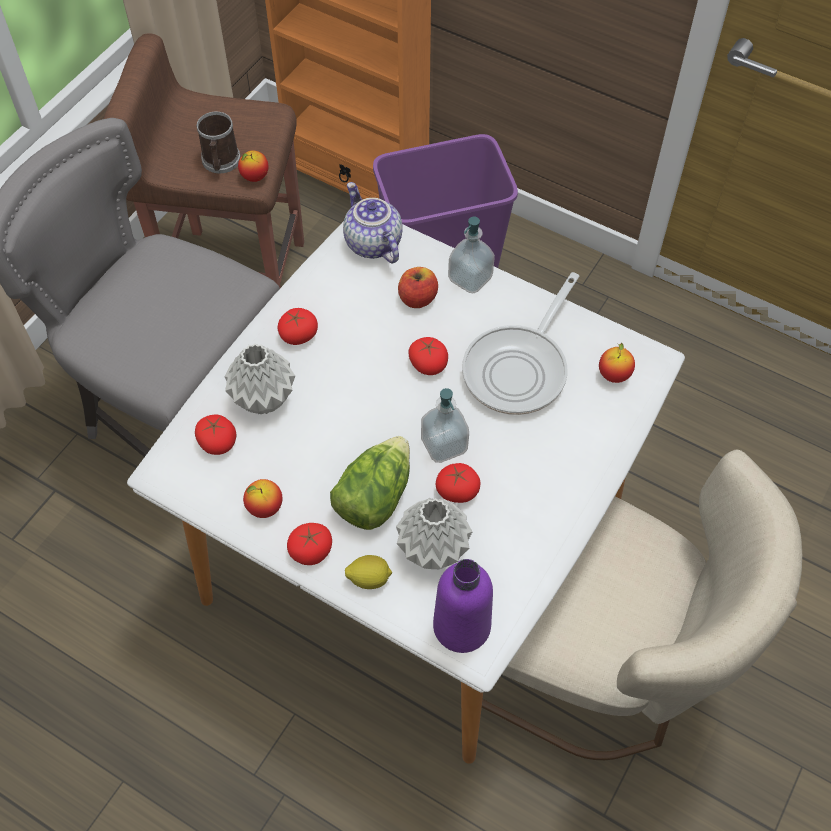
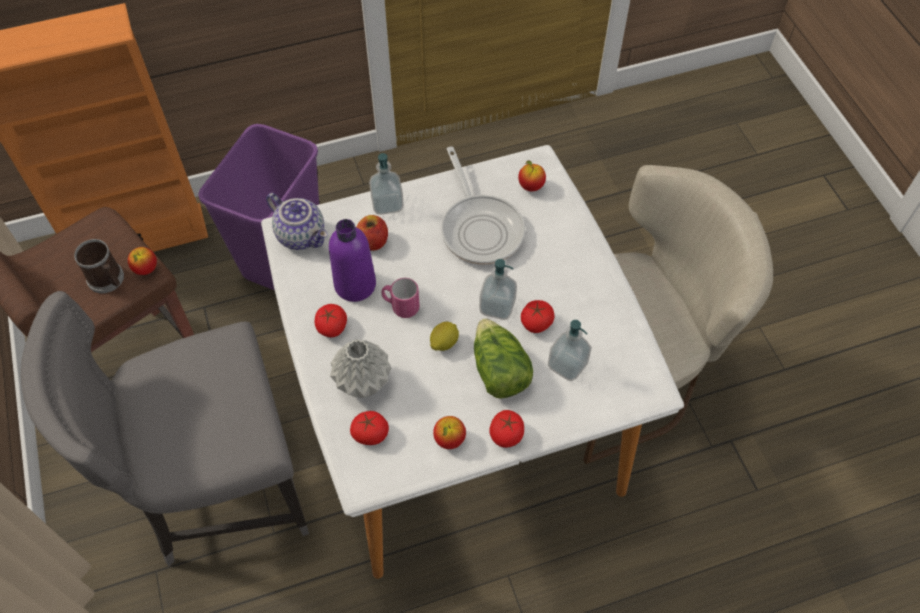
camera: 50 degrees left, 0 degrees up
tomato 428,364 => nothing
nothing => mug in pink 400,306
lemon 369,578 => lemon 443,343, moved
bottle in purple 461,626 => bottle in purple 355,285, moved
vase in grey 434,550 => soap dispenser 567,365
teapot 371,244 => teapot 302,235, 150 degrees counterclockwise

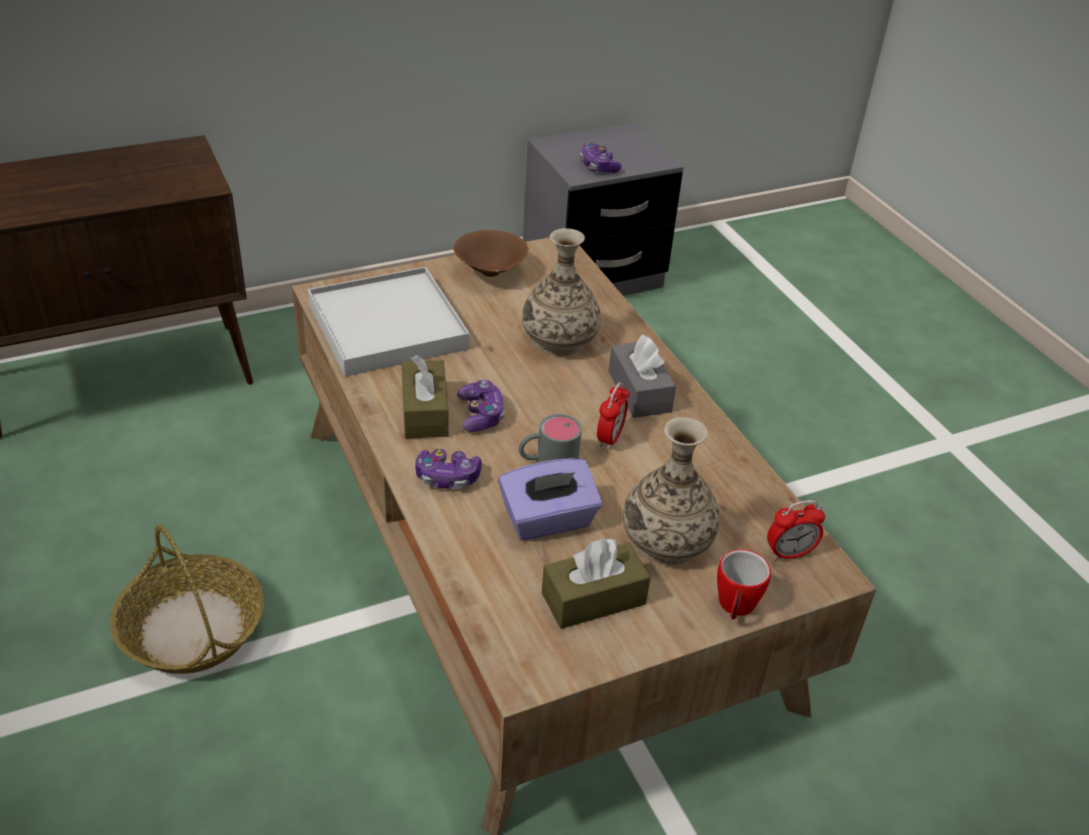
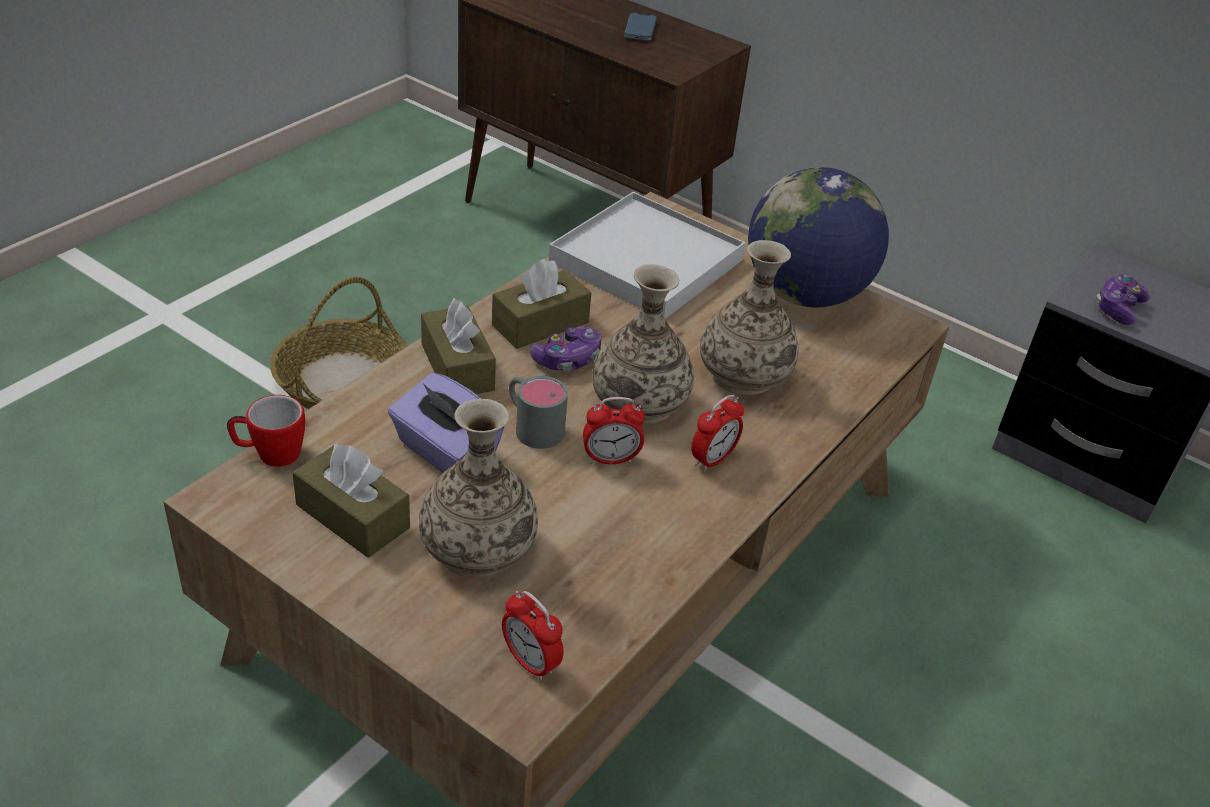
camera: 60 degrees right, 0 degrees up
nothing => vase 640,402
nothing => phone 640,30
mug 735,608 => mug 270,454, moved
game controller 447,477 => tissue box in brown 457,367
bowl in brown 490,273 => globe 805,295
tissue box in grey 639,391 => alarm clock 712,459

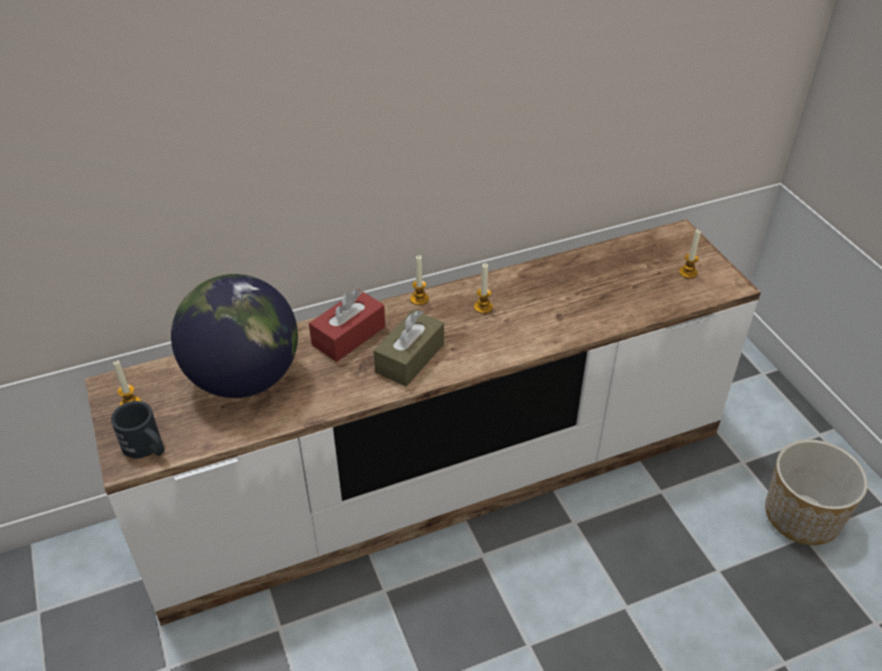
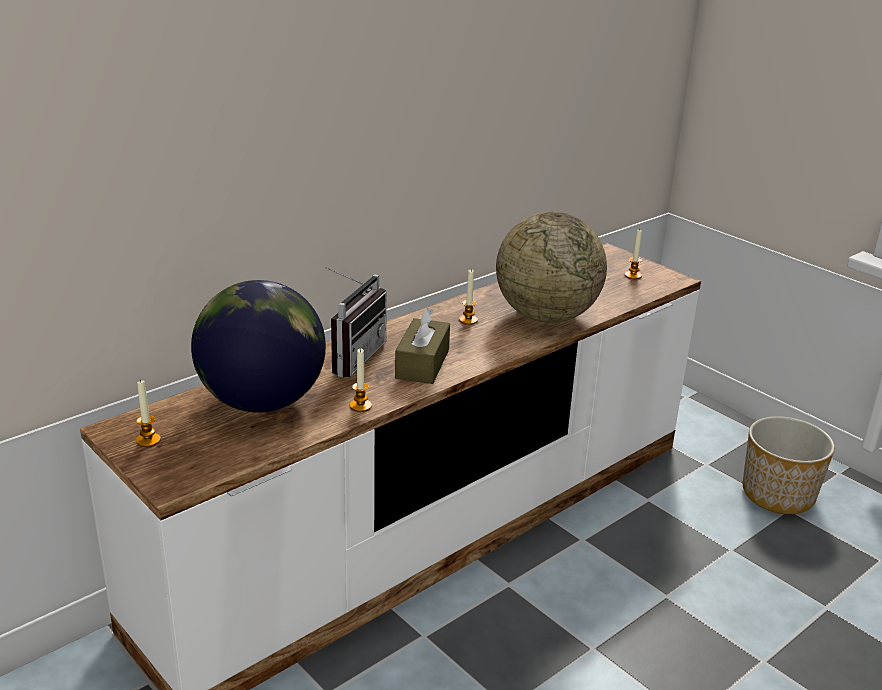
camera: 20 degrees left, 15 degrees down
mug in black 147,447 => nothing
nothing => globe 546,316
candle 419,299 => candle 360,406, moved
tissue box in red 348,336 => radio 351,356

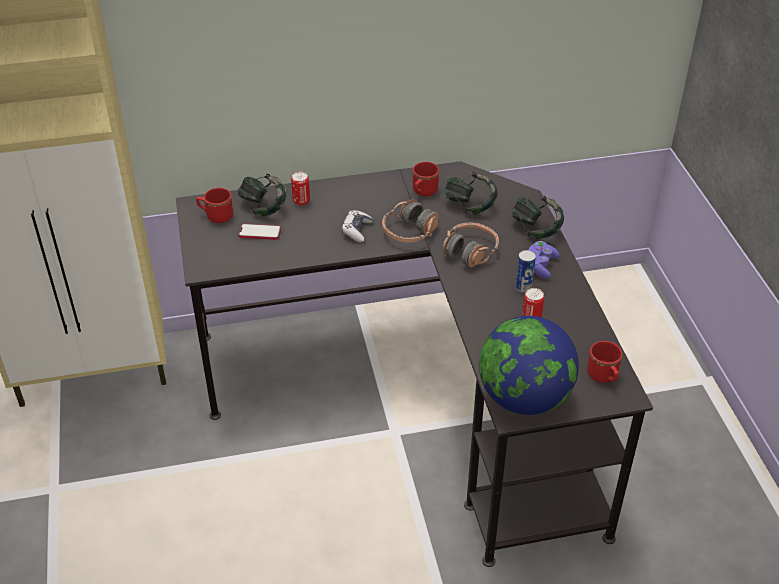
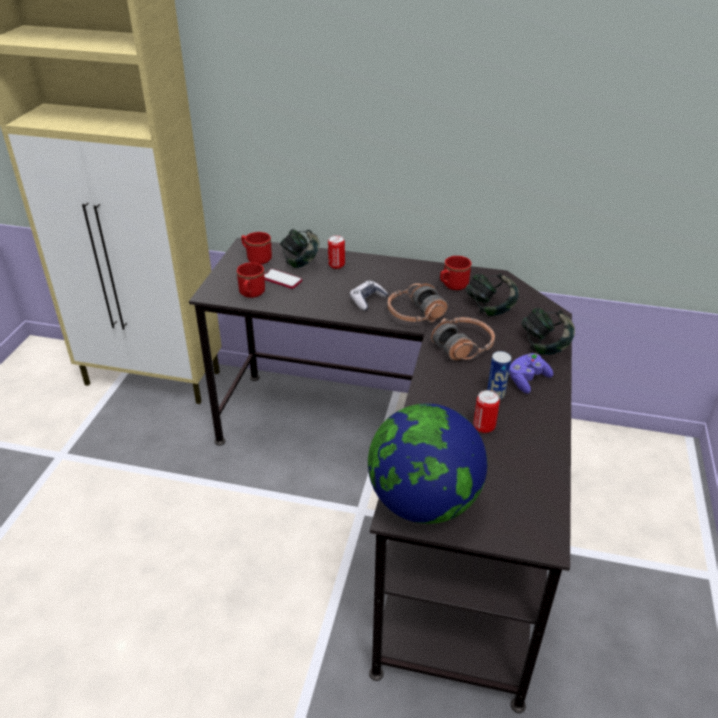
camera: 25 degrees right, 5 degrees down
mug in red 604,377 => mug in red 251,294, moved

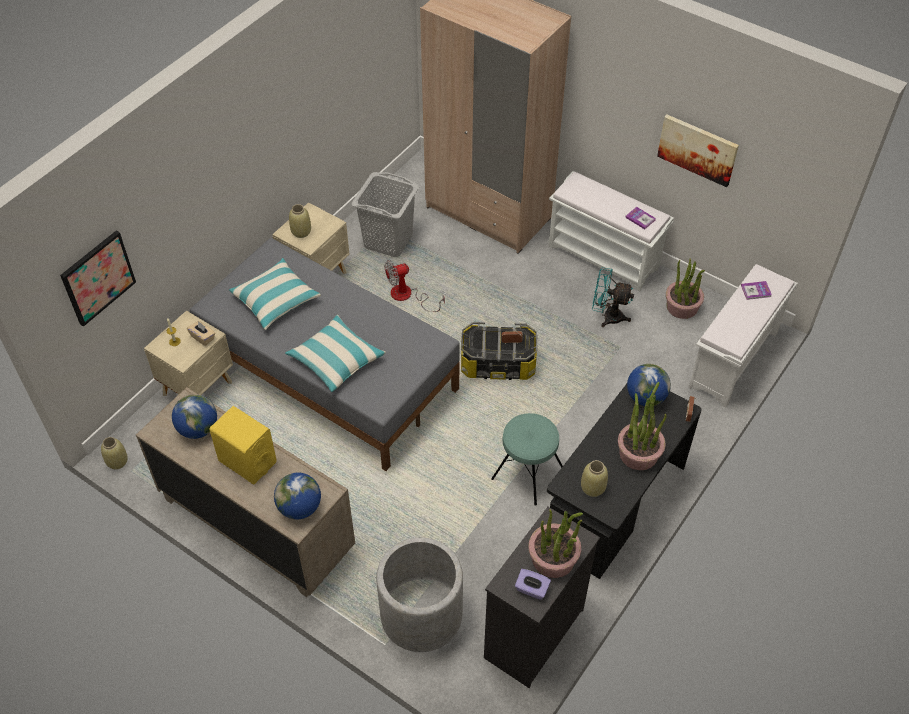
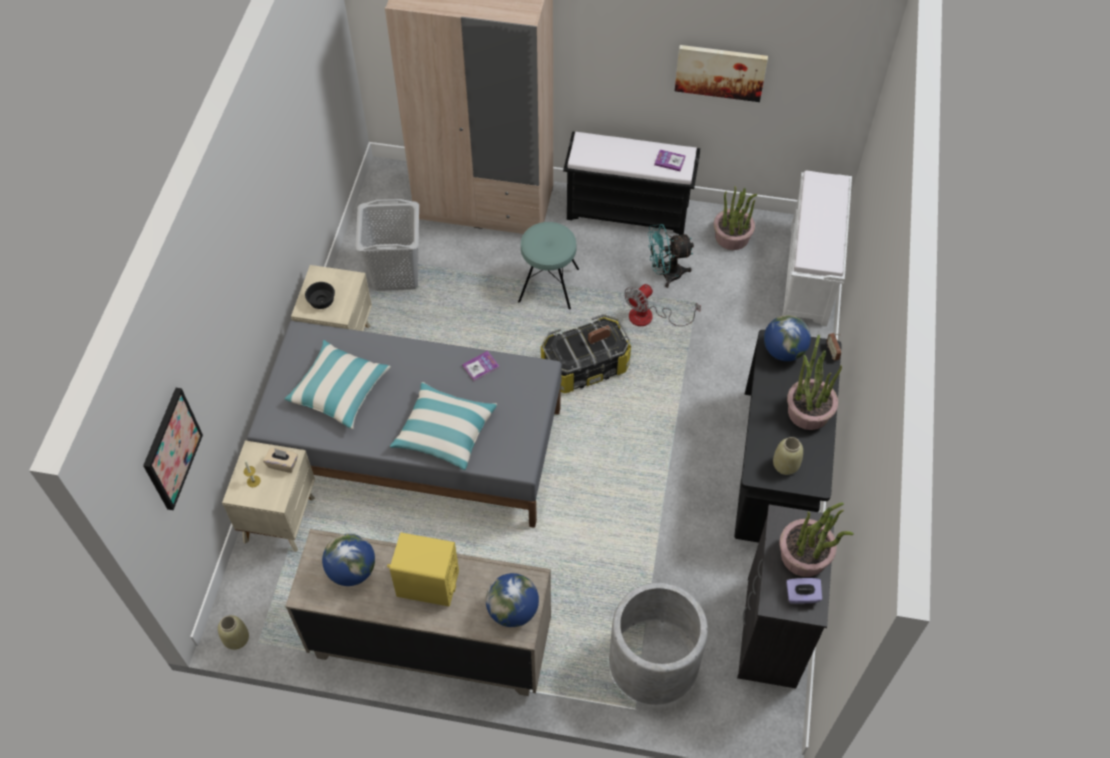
camera: 25 degrees left, 5 degrees up
fan 408,296 => fan 650,317, moved
stool in turquoise 527,473 => stool in turquoise 549,285, moved
book 756,291 => book 480,366, moved
vase in beige 301,232 => bowl in black 322,302
bench in white 604,257 => bench in black 629,211

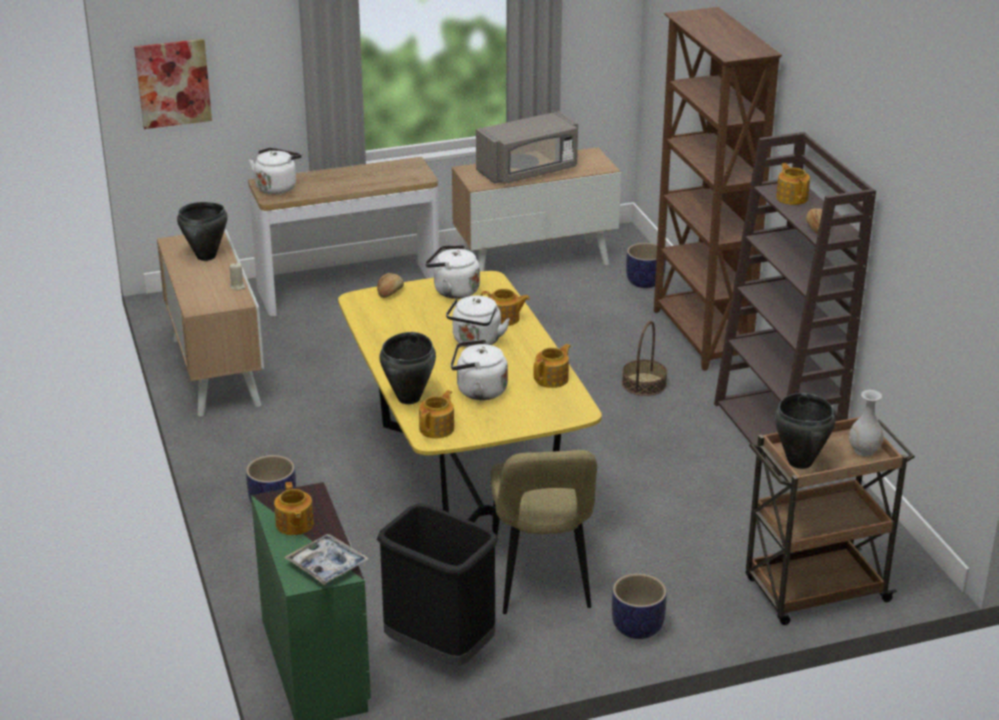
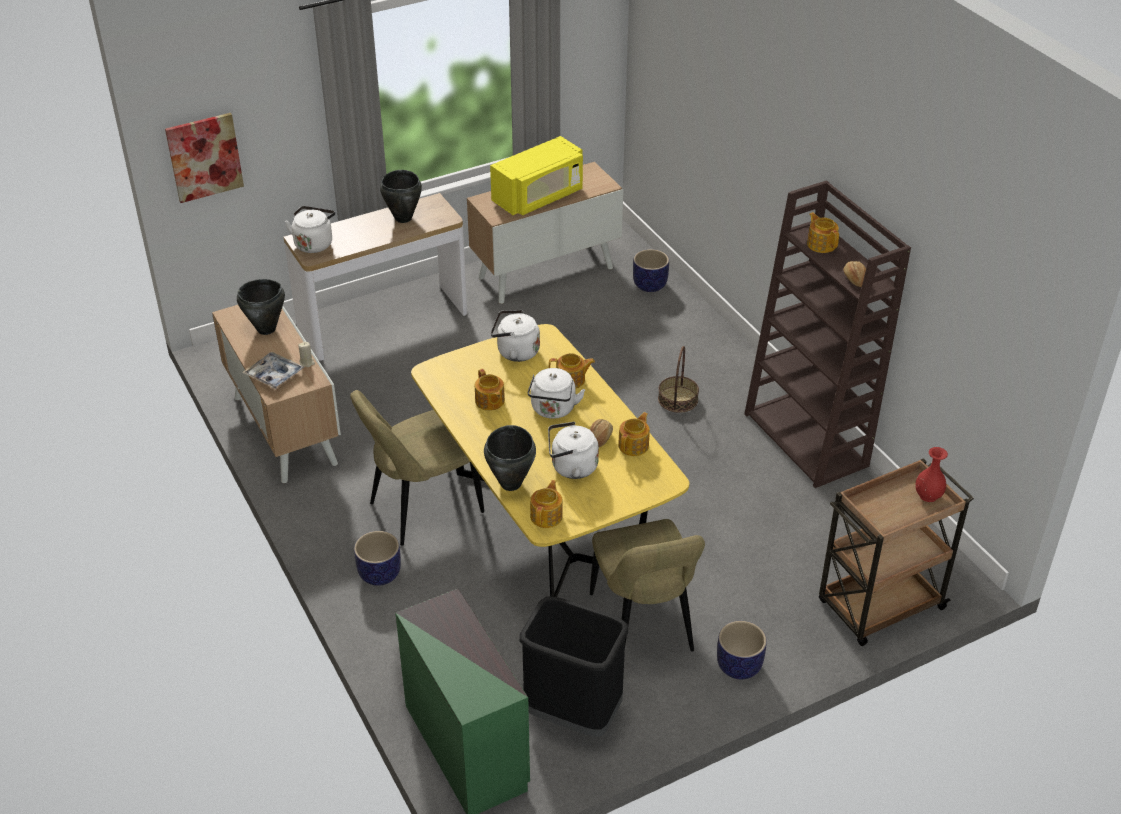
camera: 10 degrees left, 10 degrees up
bookcase in brown 700,336 => nothing
nothing => chair in beige 421,509
teapot 294,525 => teapot 489,401, moved
tray 327,565 => tray 274,375, moved
bread 390,292 => bread 600,438, moved
cooking pot in black 799,462 => cooking pot in black 403,218, moved
microwave in grey 528,171 => microwave in yellow 539,197
vase in white 864,450 => vase in red 928,495

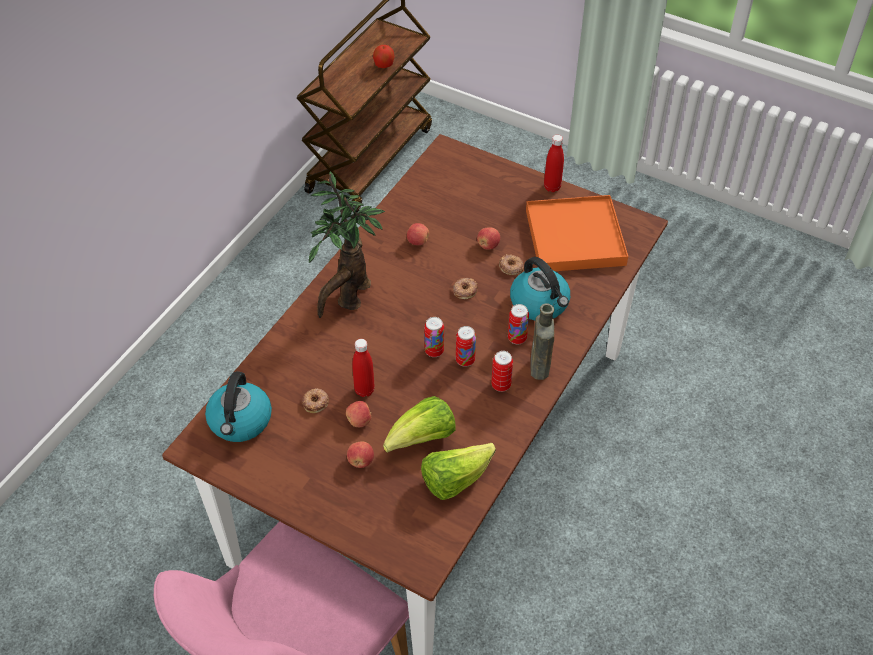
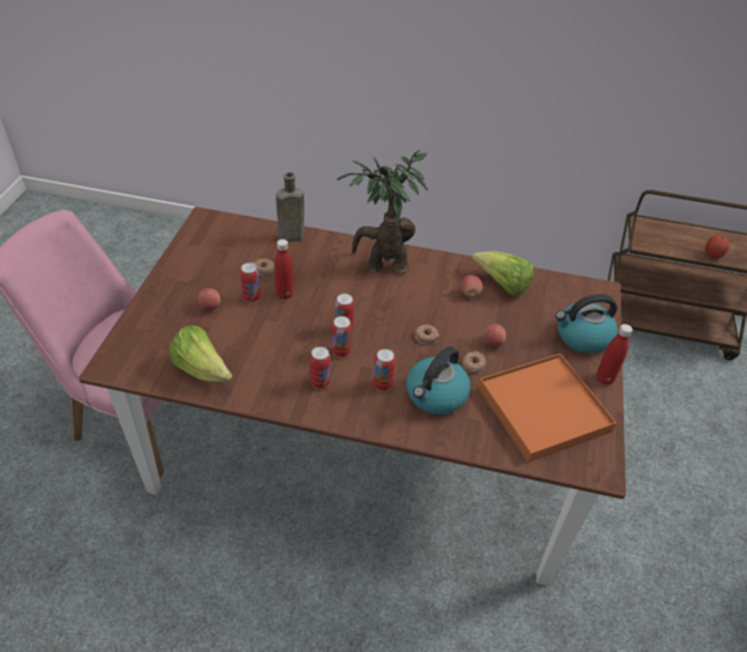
camera: 70 degrees right, 5 degrees down
kettle 240,421 => kettle 582,337, moved
lettuce 422,439 => lettuce 502,285, moved
bottle in brown 540,369 => bottle in brown 289,237, moved
apple 359,421 => can 252,298

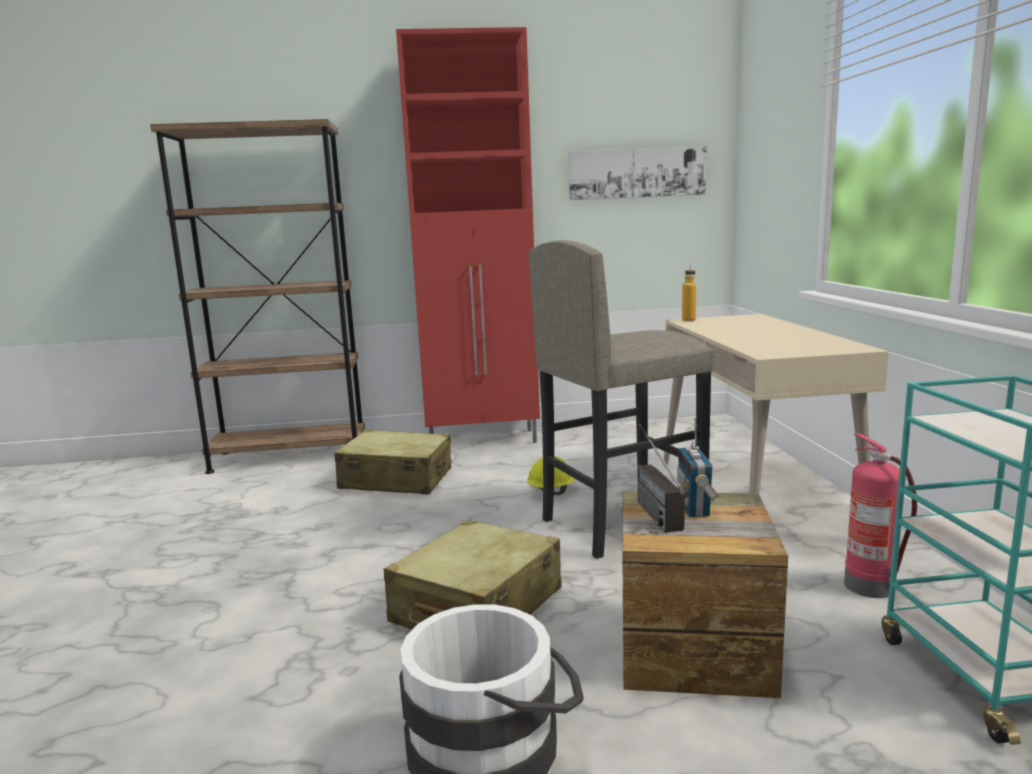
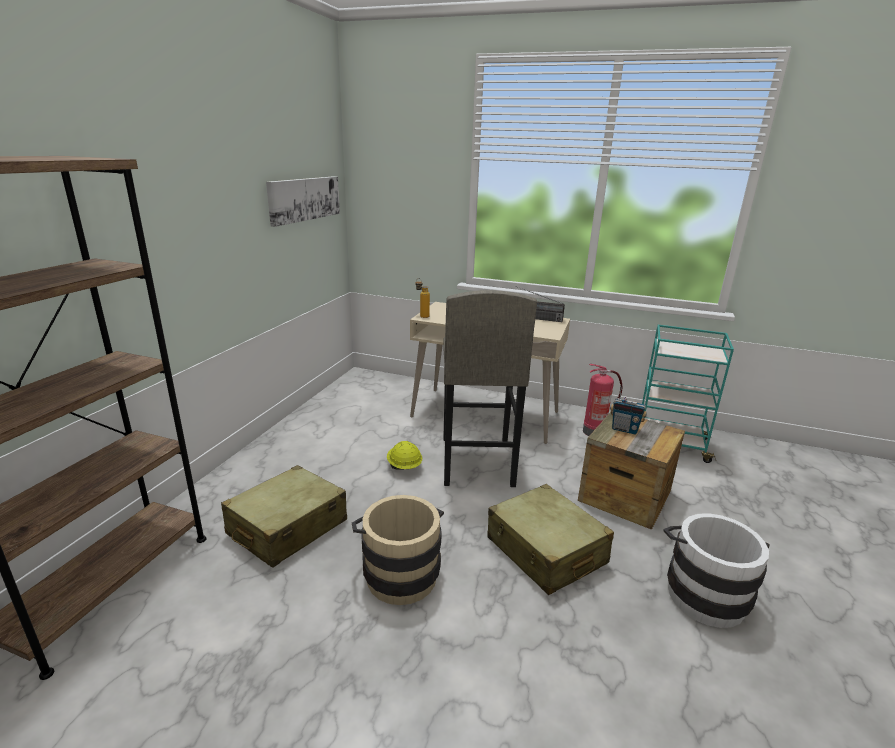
camera: 65 degrees left, 10 degrees up
cabinet in red 484,440 => nothing
nothing => bucket in beige 399,571
radio 650,507 => radio 537,318, moved

